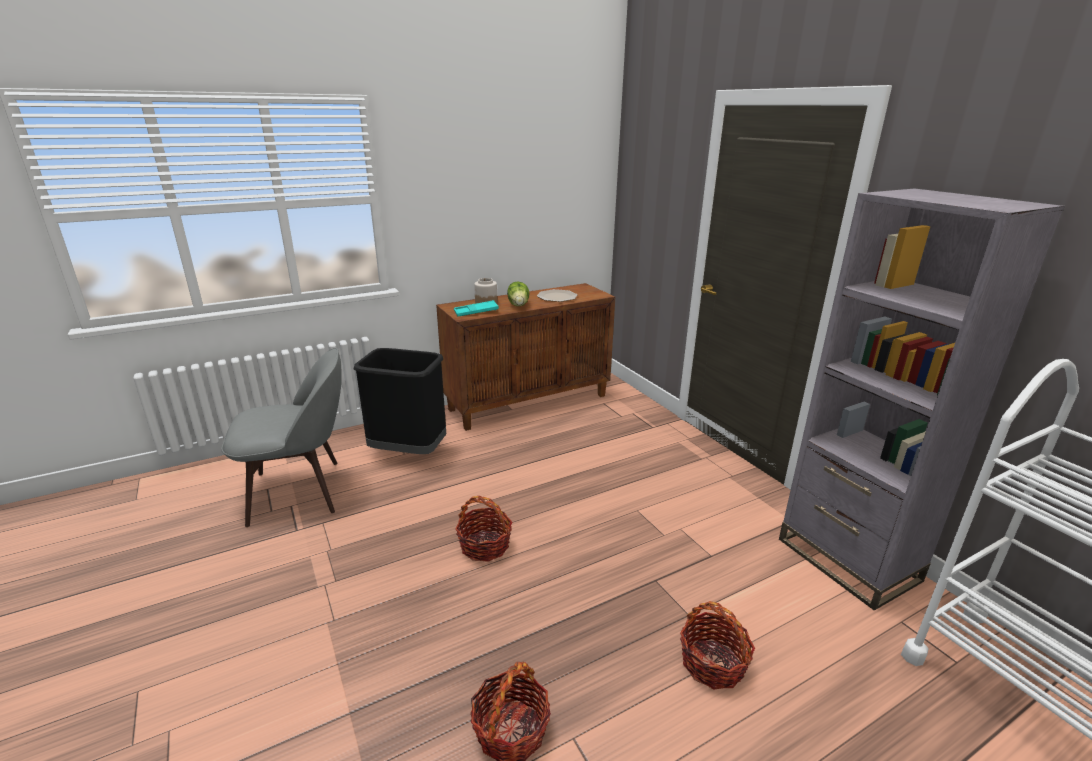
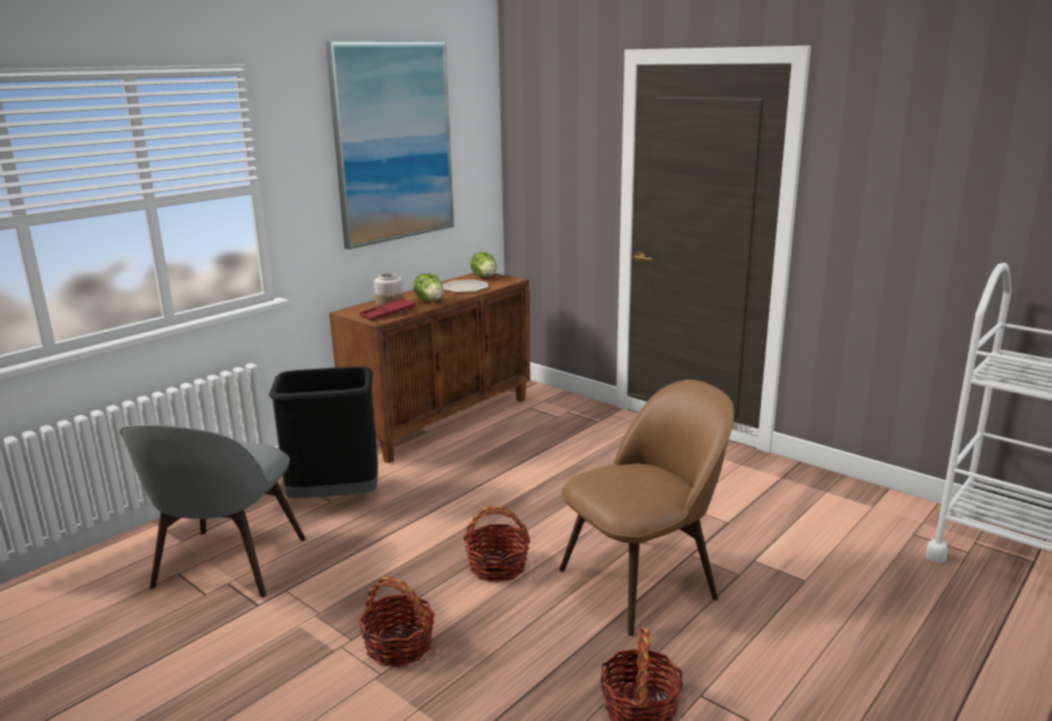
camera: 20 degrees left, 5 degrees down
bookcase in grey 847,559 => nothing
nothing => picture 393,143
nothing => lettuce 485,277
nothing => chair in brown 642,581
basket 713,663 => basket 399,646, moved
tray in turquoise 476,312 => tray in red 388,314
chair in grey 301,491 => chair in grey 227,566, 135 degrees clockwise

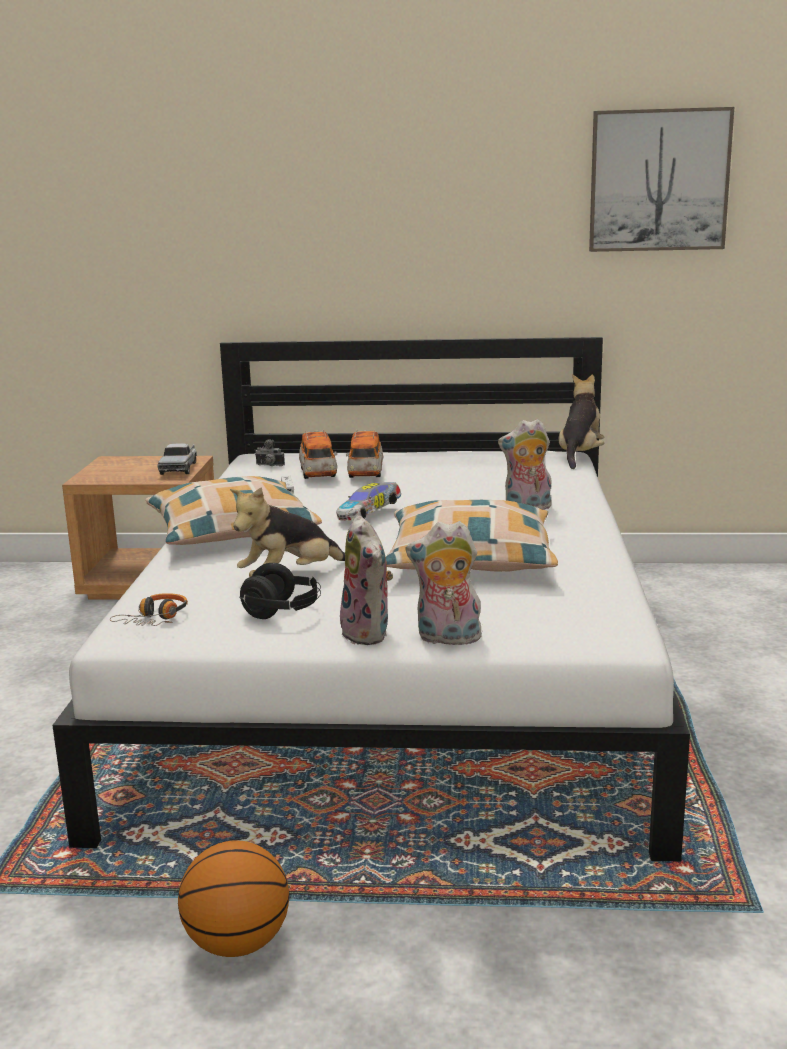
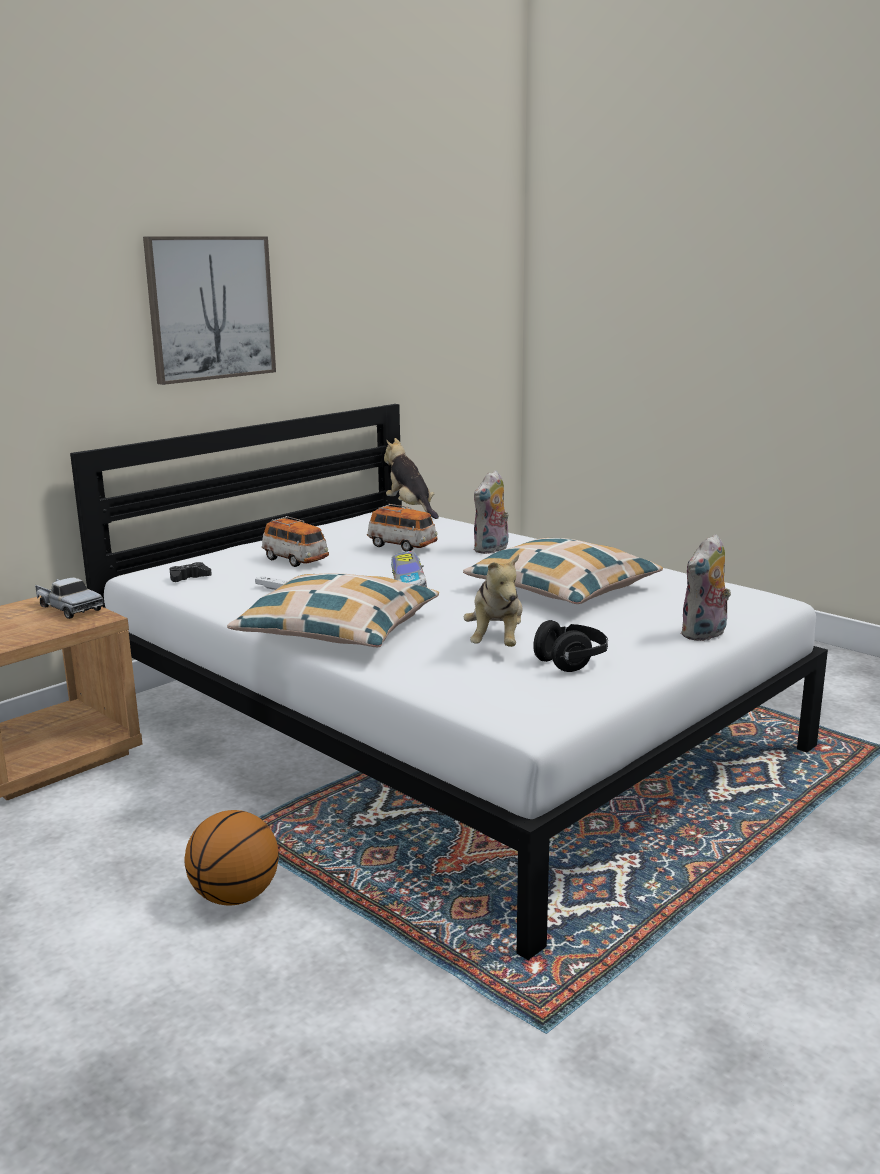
camera: 50 degrees left, 0 degrees up
headphones 155,619 => nothing
plush toy 369,634 => nothing
basketball 237,943 => basketball 234,896, moved
toy car 318,473 => toy car 402,546, moved
picture 658,180 => picture 210,308, moved
photo camera 269,466 => game controller in black 189,578

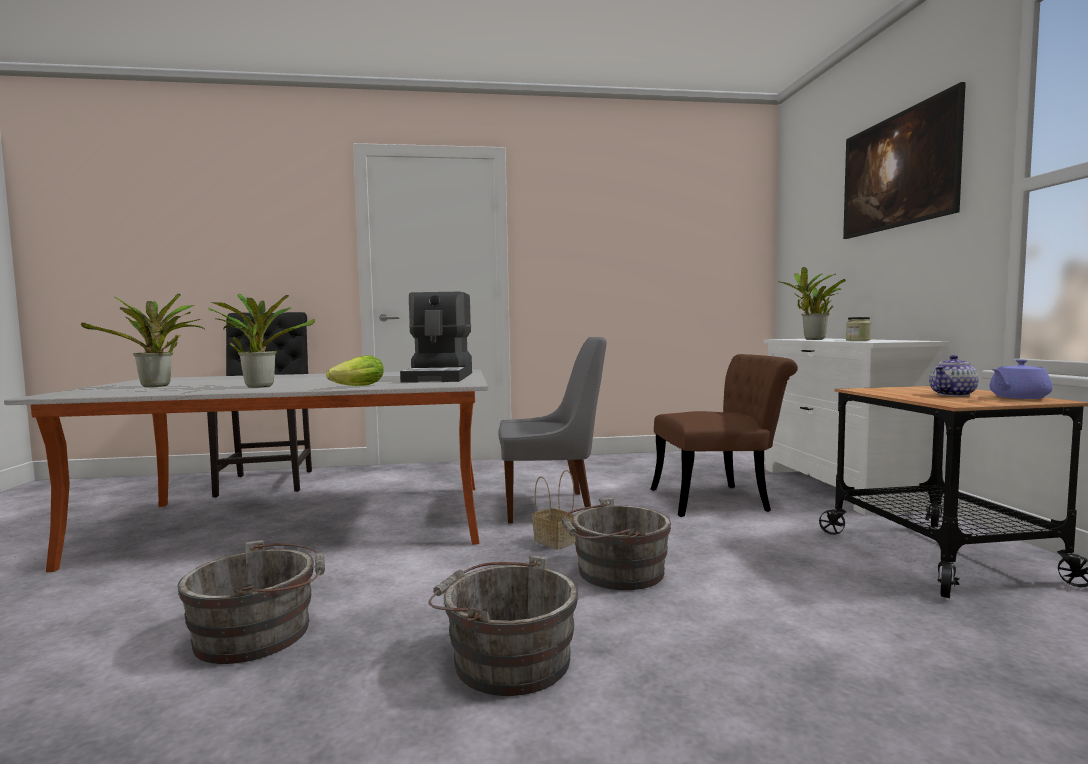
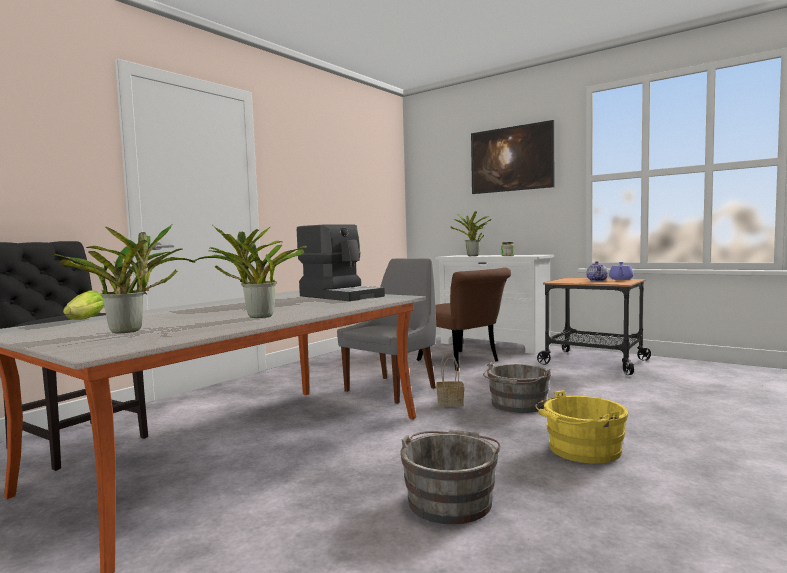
camera: 45 degrees left, 0 degrees up
lettuce 355,386 => lettuce 83,320, moved
bucket in grey 505,659 => bucket in yellow 581,450
chair in brown 721,500 => chair in brown 464,362, 105 degrees clockwise

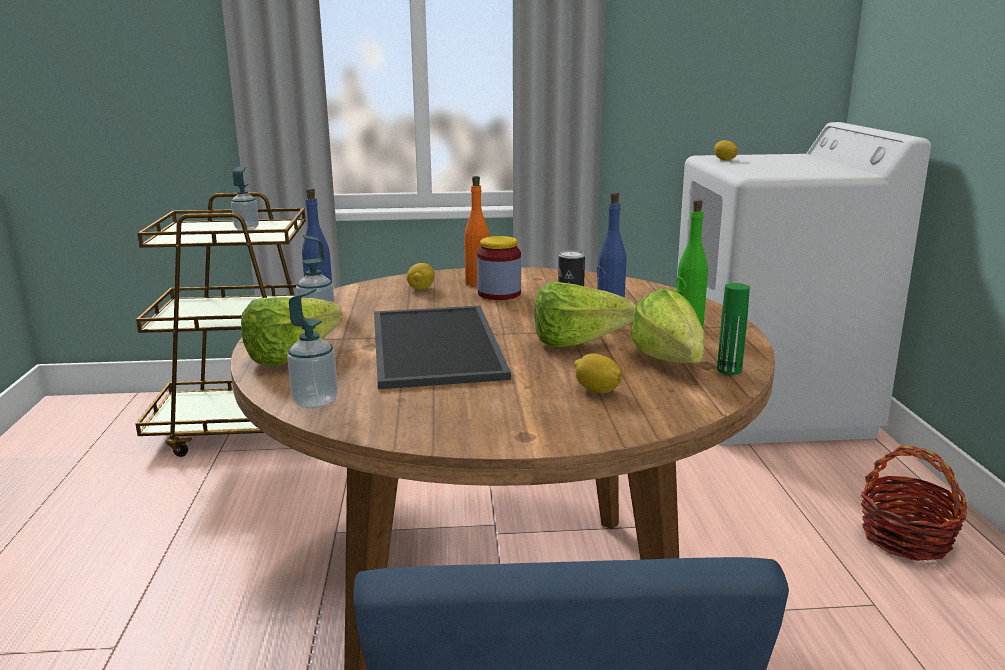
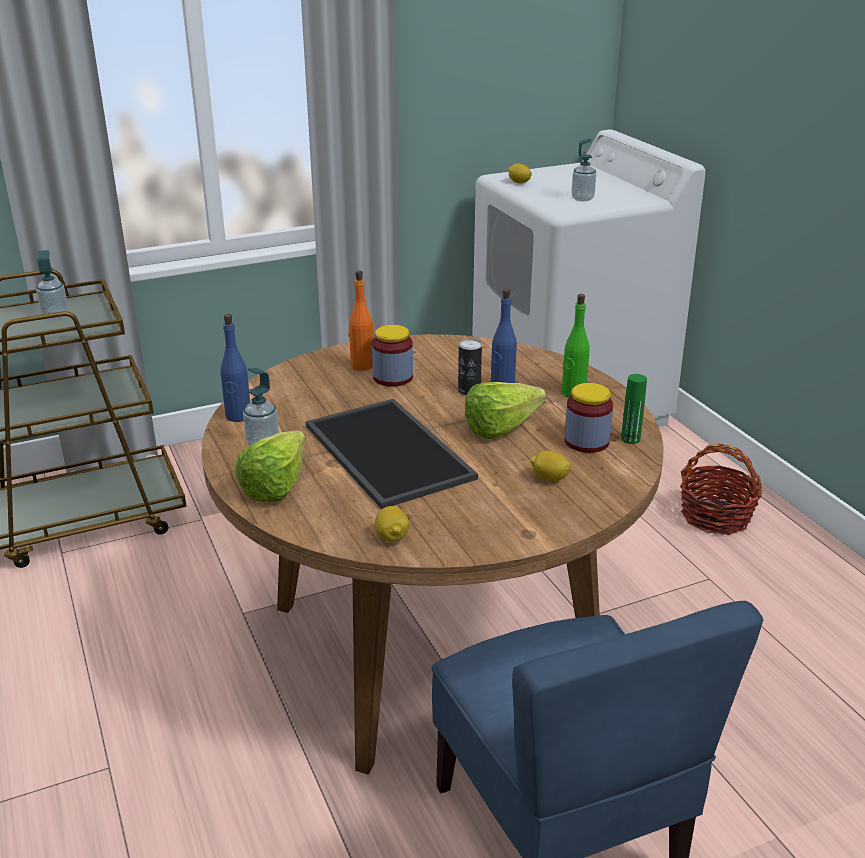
camera: 20 degrees left, 10 degrees up
soap dispenser 315,401 => soap dispenser 582,199, moved
lemon 421,289 => lemon 392,537, moved
lettuce 671,365 => jar 586,441

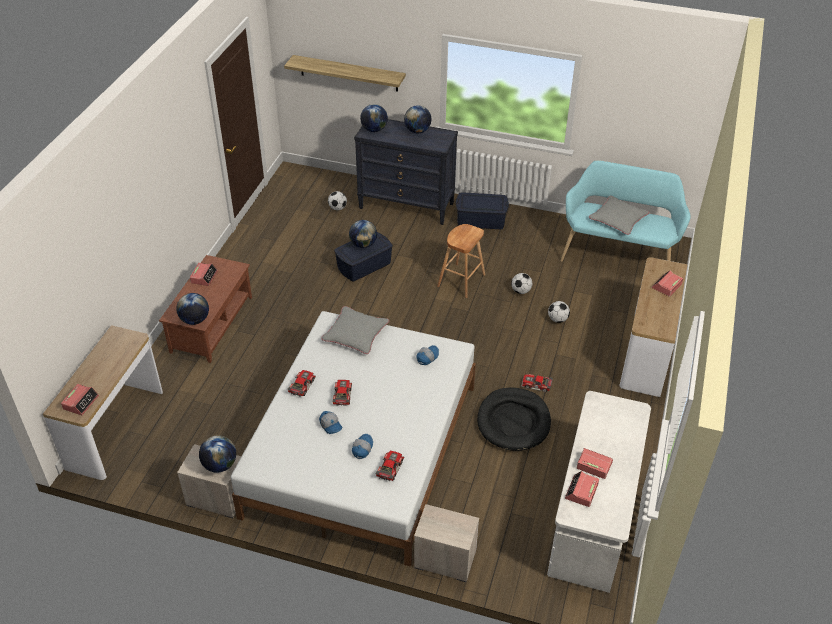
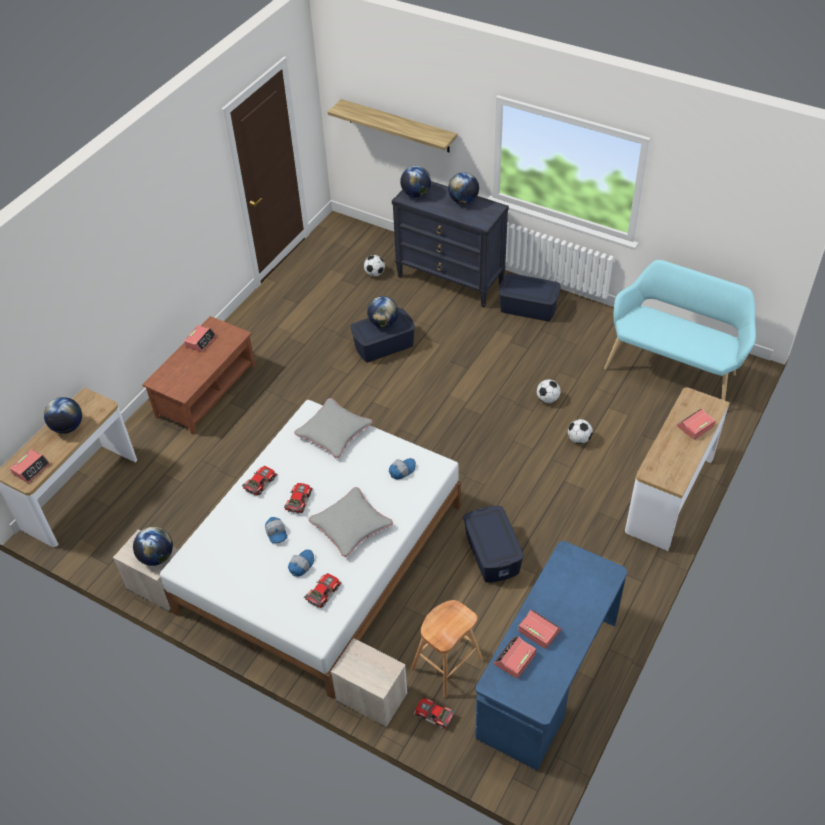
camera: 15 degrees right, 5 degrees up
globe 195,320 => globe 68,427, moved
stool in brown 461,280 => stool in brown 446,664, moved
toy car 536,385 => toy car 433,716, moved
pillow in grey 618,219 => pillow in grey 351,525, moved
dog bed in black 513,421 => storage box in blue 492,553
desk in white 593,515 => desk in blue 548,678

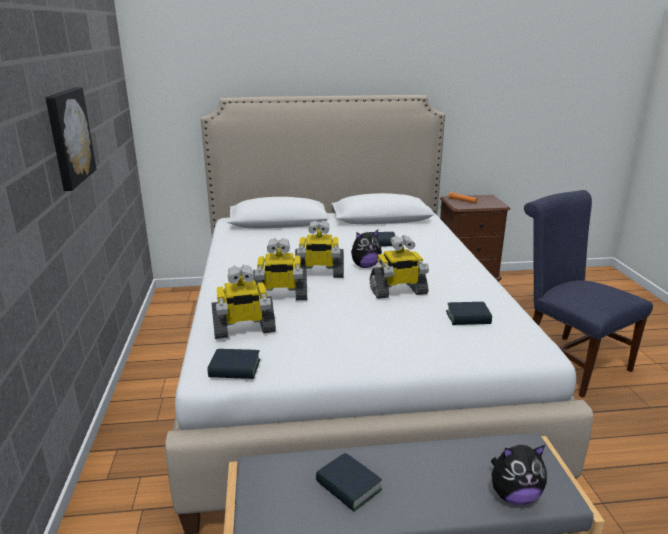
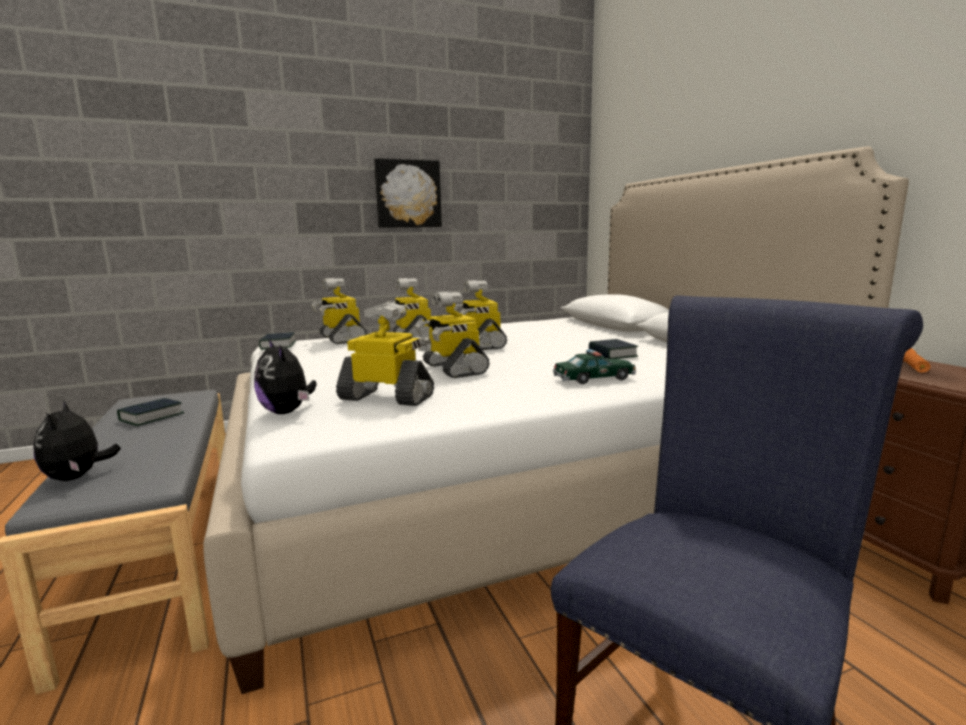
camera: 75 degrees right, 10 degrees down
nothing => toy car 594,378
plush toy 365,266 => plush toy 287,412, moved
book 468,318 => toy robot 388,397

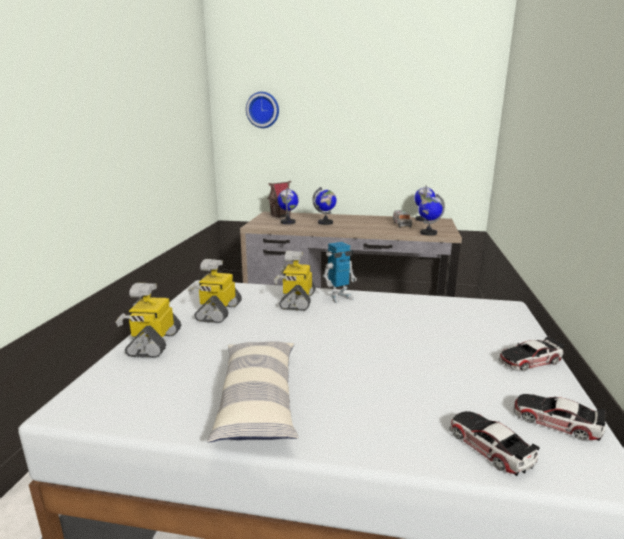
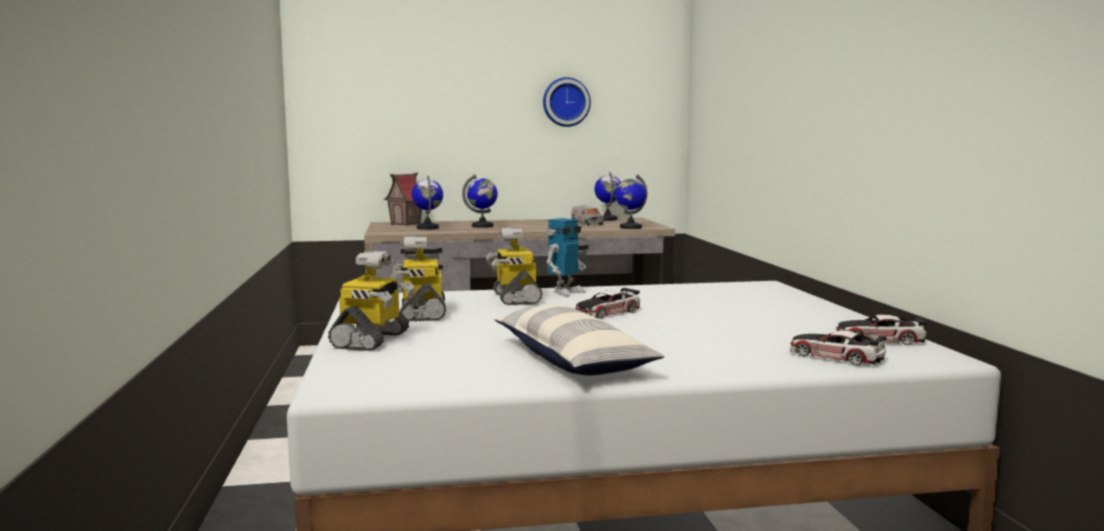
camera: 20 degrees left, 10 degrees down
wall clock 263,110 => wall clock 566,102, moved
toy car 529,360 => toy car 607,312, moved
toy robot 154,343 => toy robot 372,340, 150 degrees counterclockwise

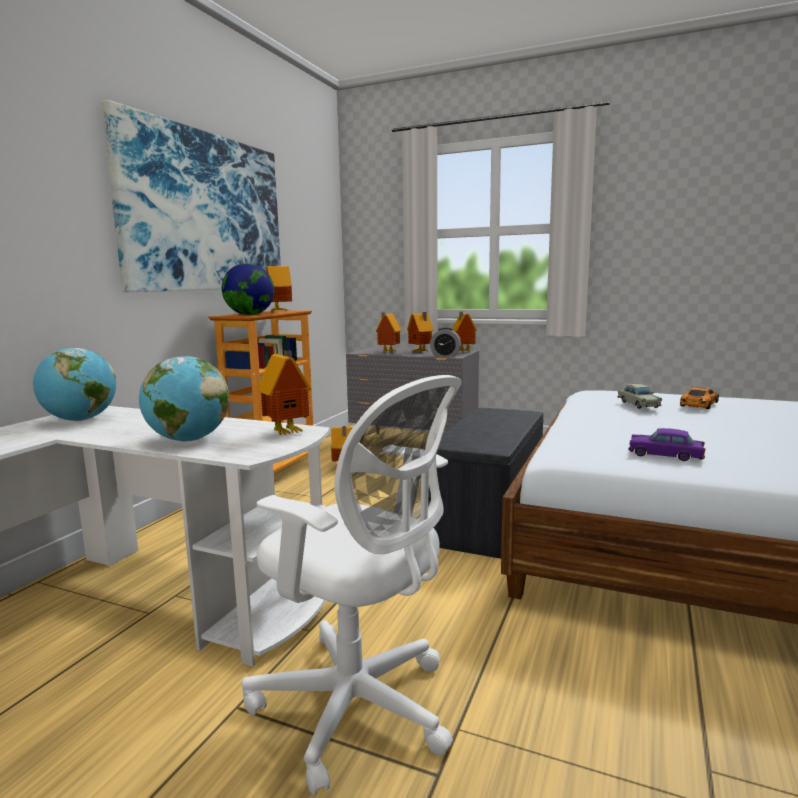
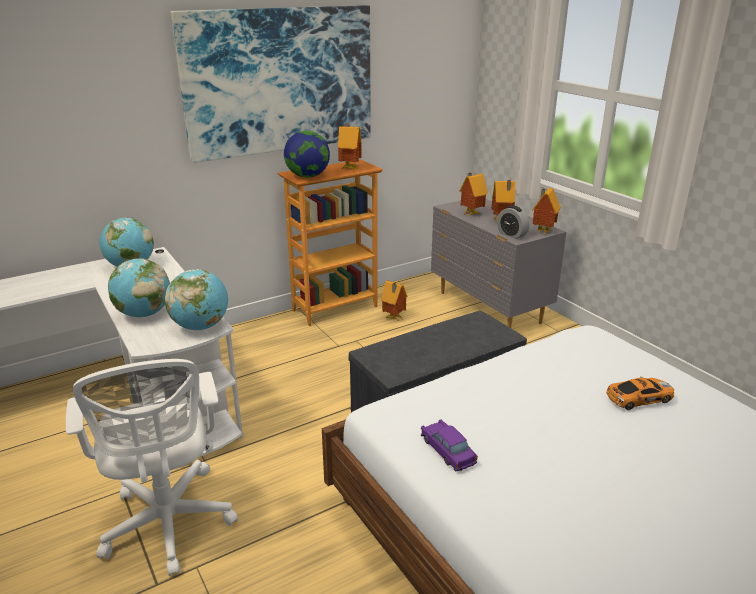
camera: 35 degrees right, 15 degrees up
toy car in beige 638,404 => nothing
toy house 288,432 => globe 201,326

